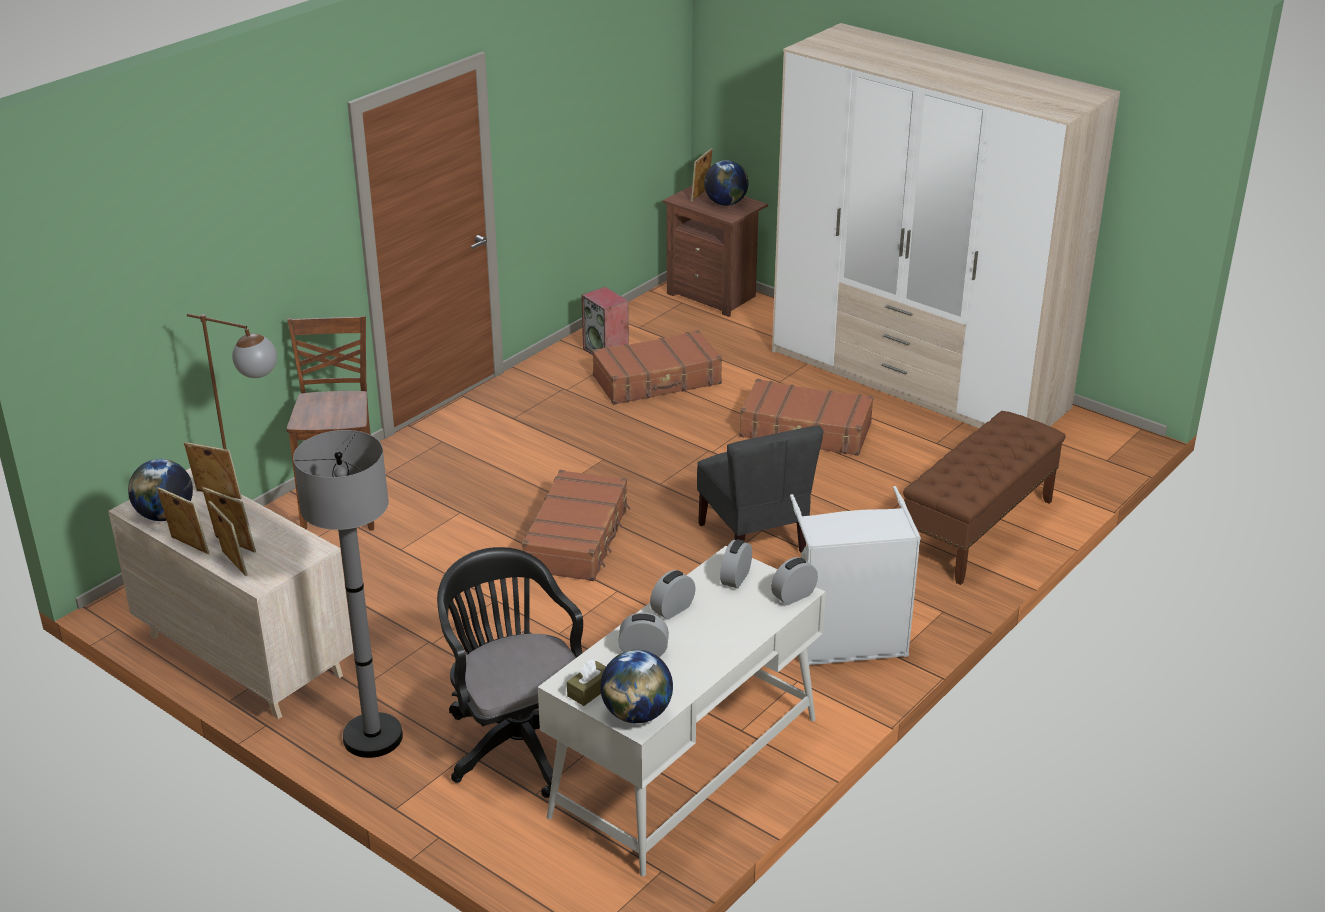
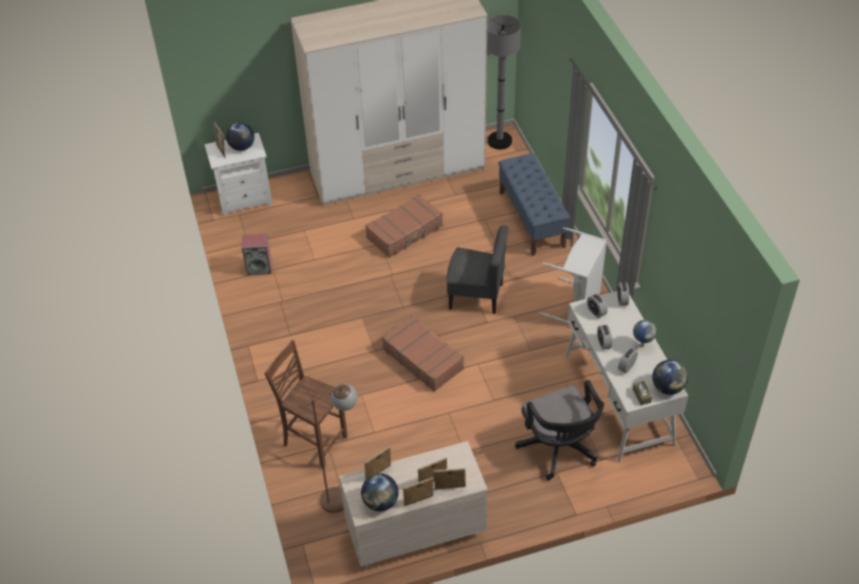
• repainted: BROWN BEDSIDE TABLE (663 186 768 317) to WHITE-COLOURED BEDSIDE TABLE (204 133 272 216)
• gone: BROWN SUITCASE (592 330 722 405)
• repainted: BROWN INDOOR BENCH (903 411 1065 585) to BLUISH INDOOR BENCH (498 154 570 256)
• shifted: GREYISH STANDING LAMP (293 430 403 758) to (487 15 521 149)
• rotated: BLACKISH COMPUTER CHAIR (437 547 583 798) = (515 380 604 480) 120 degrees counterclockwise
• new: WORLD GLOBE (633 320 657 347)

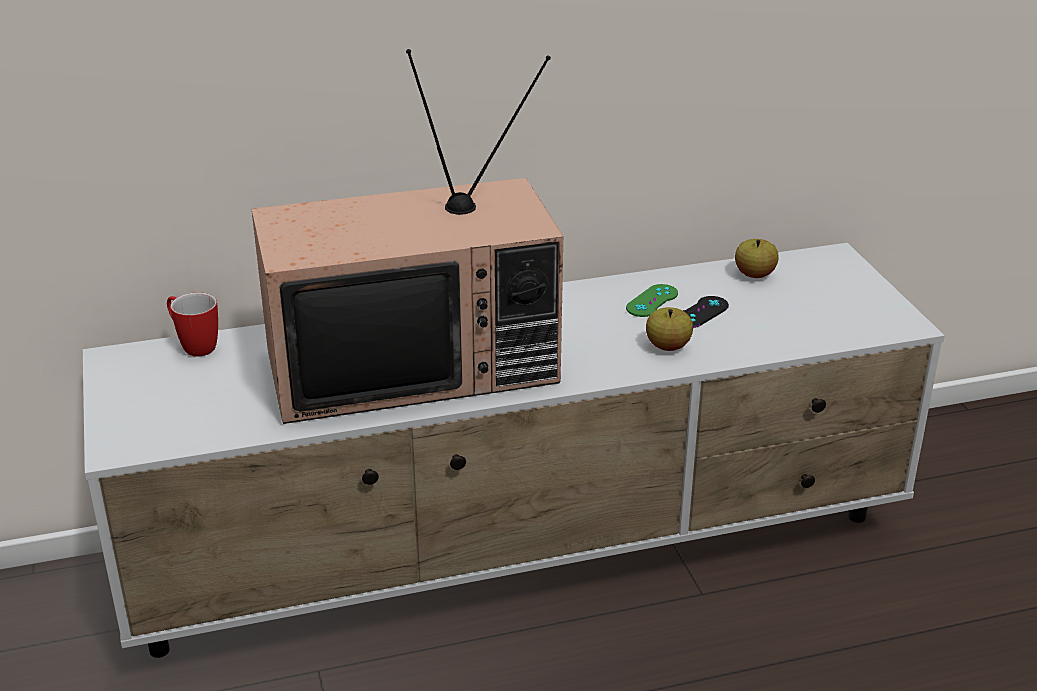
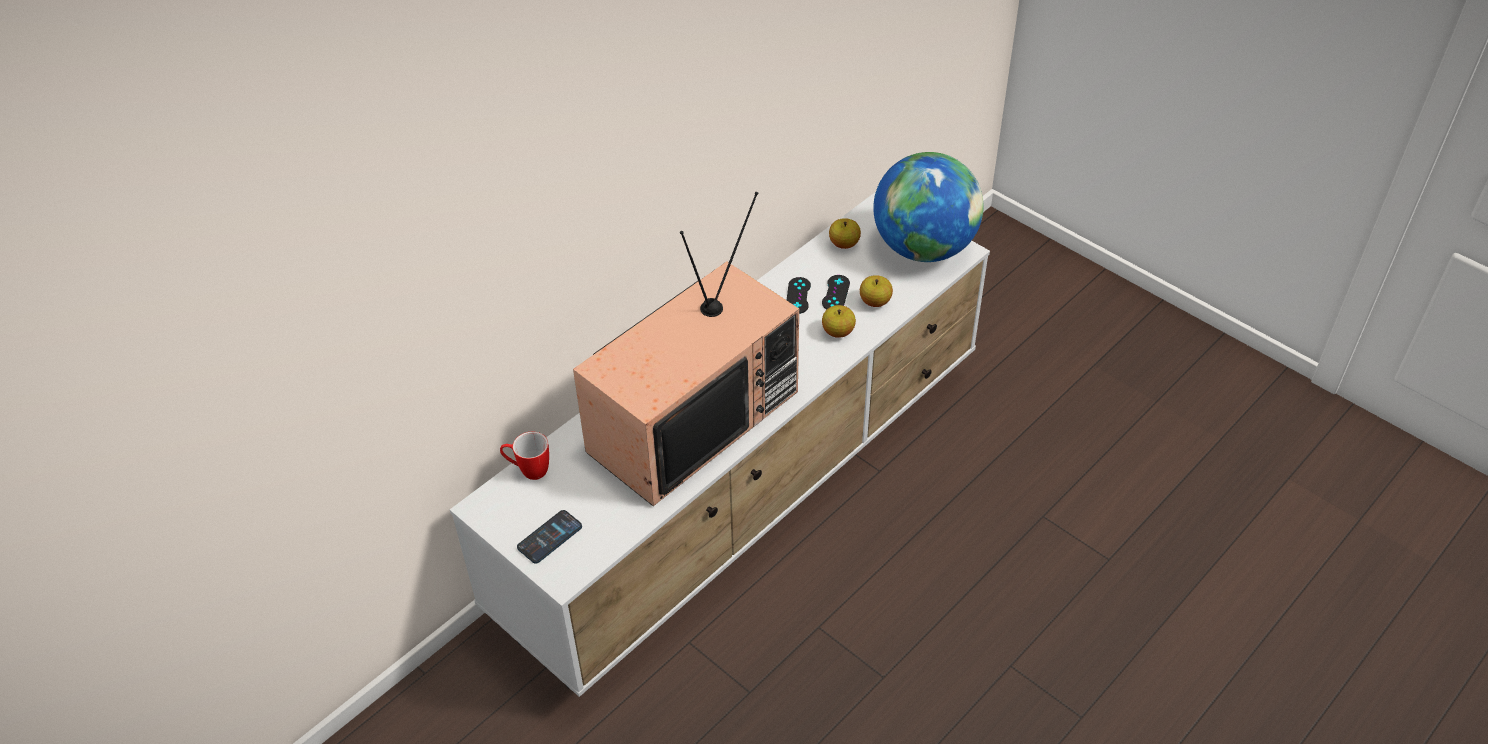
• repainted: GREEN GAMEPAD (626 284 678 317) to BLACKISH GAMEPAD (787 277 811 314)
• new: WORLD GLOBE (873 152 984 262)
• new: WHOLE APPLE (860 275 893 307)
• new: HANDSET (517 510 582 563)

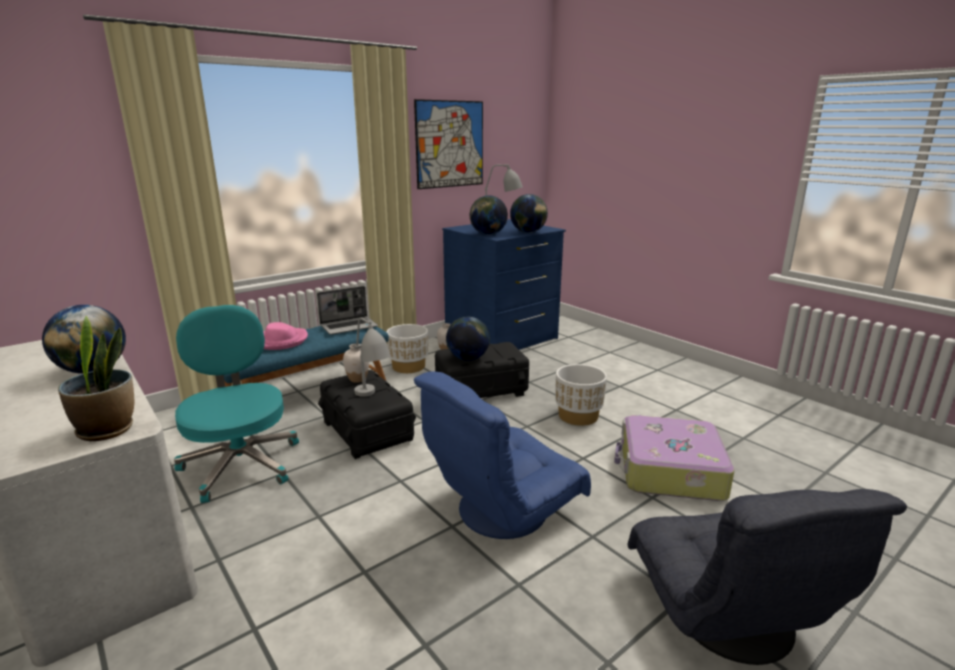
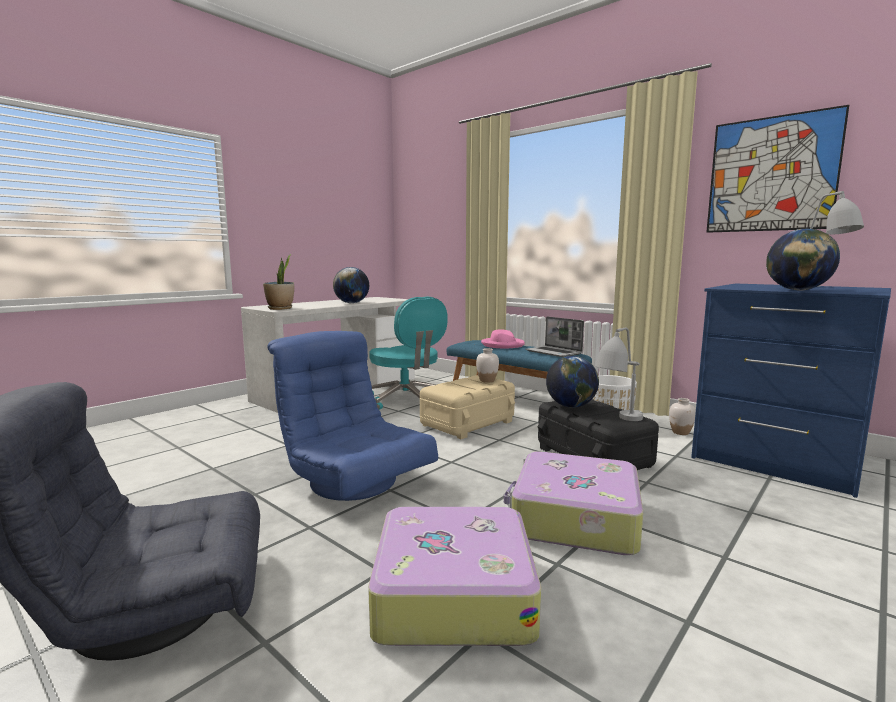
• gone: WORLD GLOBE (470 195 508 235)
• rotated: TURQUOISE COMPUTER CHAIR (174 305 299 503) = (369 297 448 410) 90 degrees clockwise
• shifted: GREYISH TABLE LAMP (354 318 390 397) to (595 327 643 421)
• swapped: WHITE-COLOURED FLOWER POT (555 364 607 426) to SUITCASE (504 451 643 555)
• repainted: BLACKISH STORAGE BIN (318 370 416 459) to SAND-COLOURED STORAGE BIN (420 375 515 439)

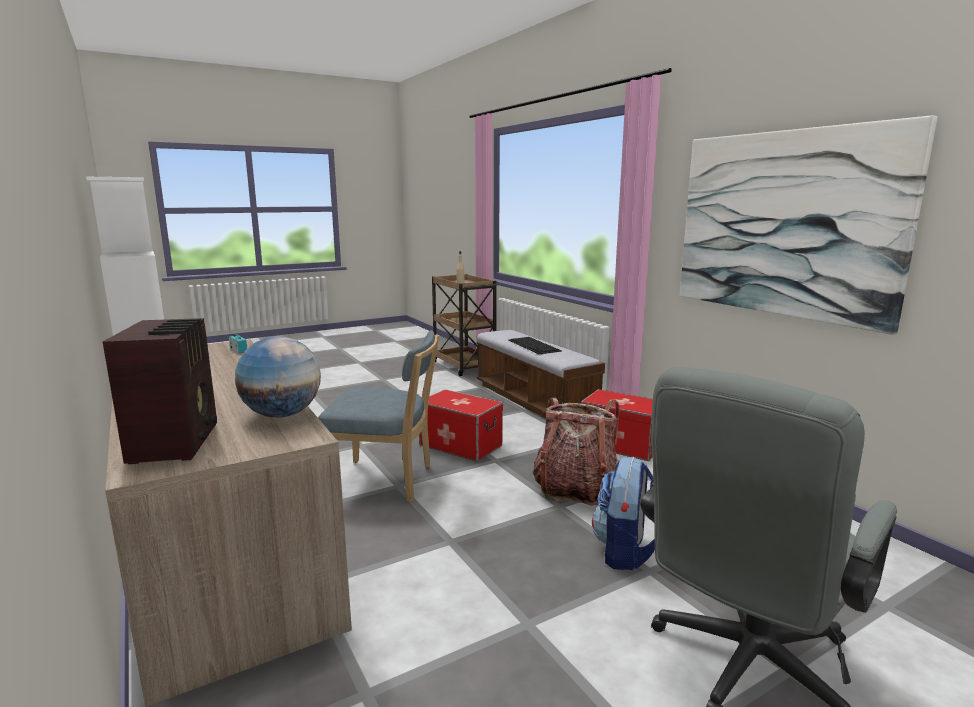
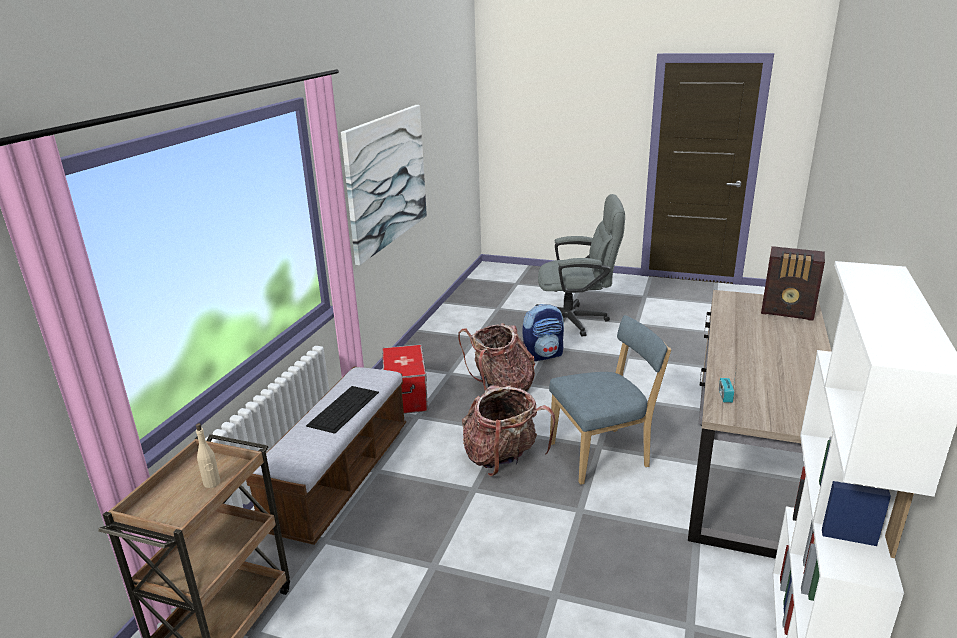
• rotated: RADIO (103 318 217 464) = (761 246 825 321) 105 degrees counterclockwise
• rotated: BLUISH CHAIR (318 330 439 502) = (549 315 671 485) 105 degrees clockwise
• gone: WORLD GLOBE (235 336 321 418)
• swapped: STORAGE BIN (419 389 503 462) to RUCKSACK (462 385 555 476)

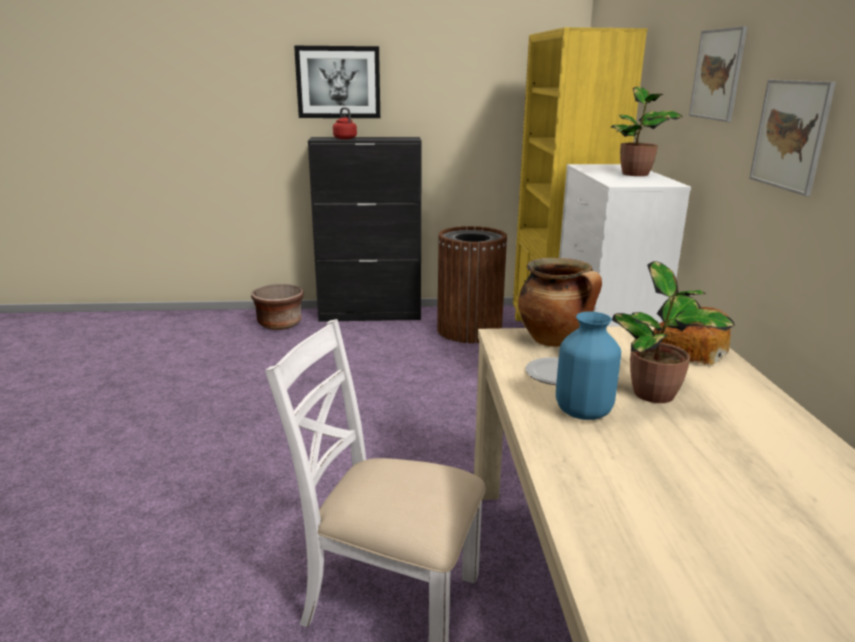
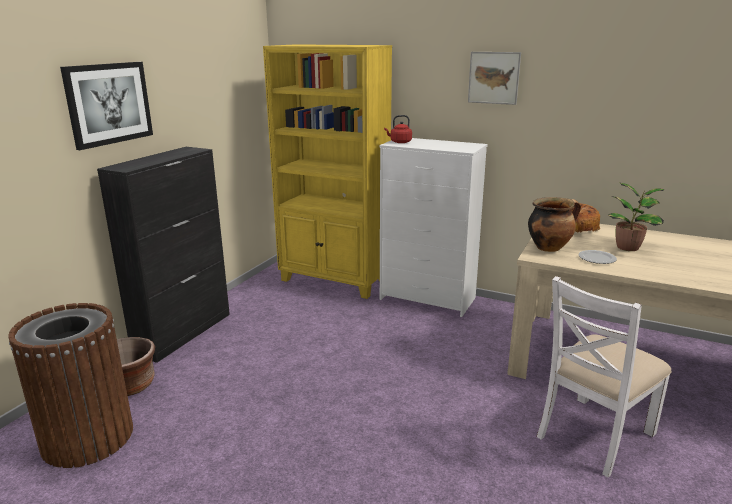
• gone: WALL PICTURE (749 80 836 196)
• gone: PLANT IN A POT (611 87 682 176)
• shifted: REDDISH KETTLE (333 107 357 139) to (384 115 412 143)
• shifted: BROWN WASTE BIN (437 226 507 343) to (8 303 133 468)
• gone: BLUISH DECORATIVE VASE (556 312 621 420)

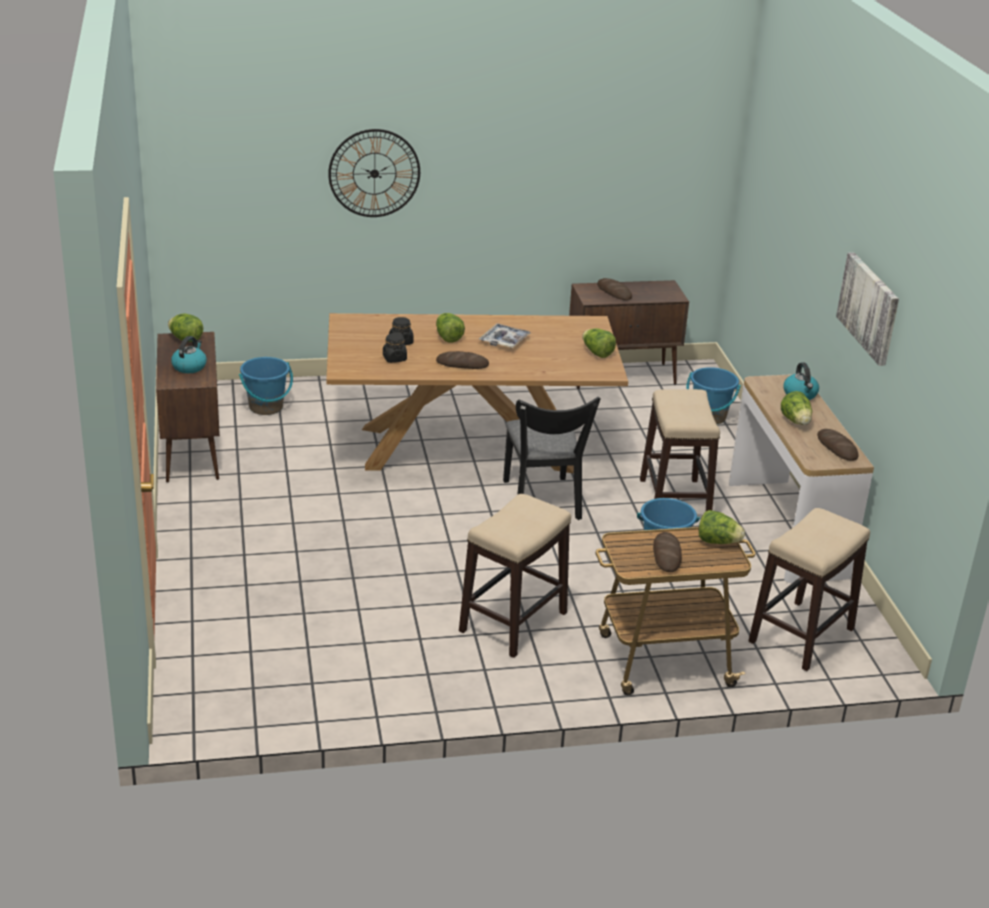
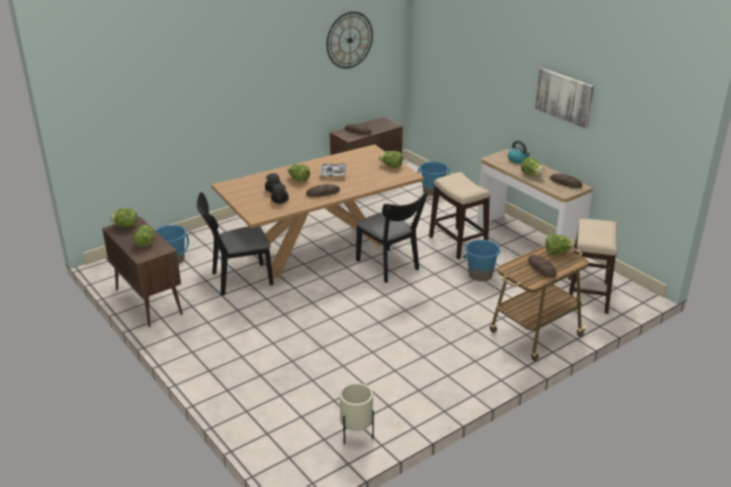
• shifted: HANGING CLOCK (328 129 420 217) to (327 12 373 68)
• swapped: KETTLE (171 336 207 373) to LETTUCE HEAD (133 225 154 247)
• gone: STOOL SEAT (459 494 571 658)
• new: BLACKISH CHAIR (197 192 274 296)
• new: SAND-COLOURED FLOWER POT (340 383 374 444)

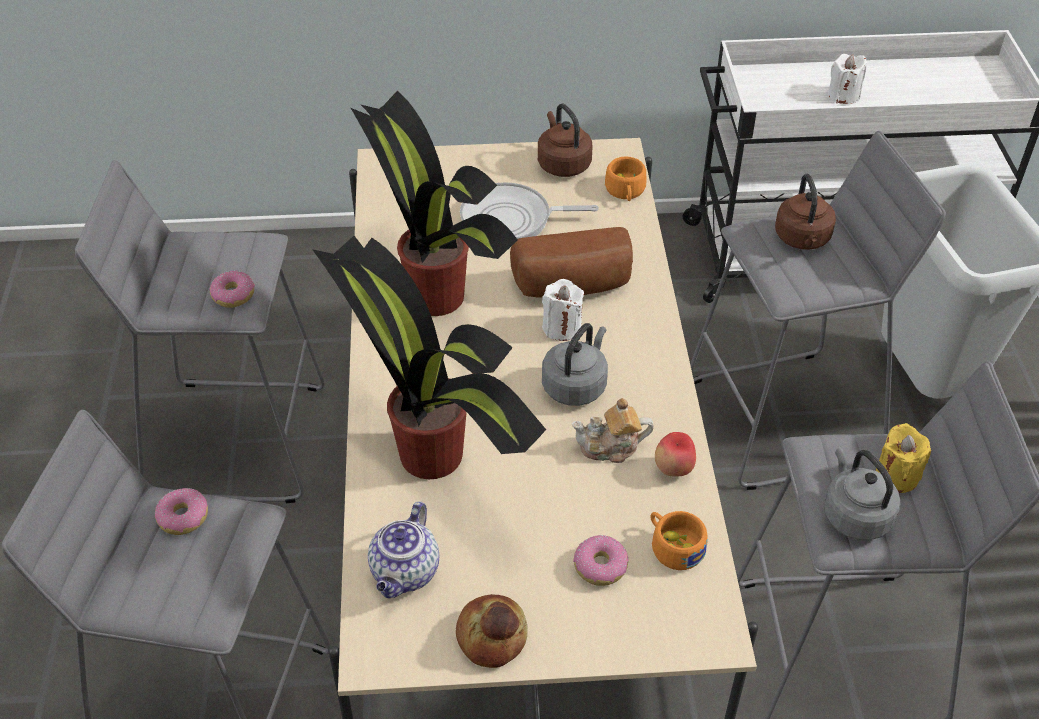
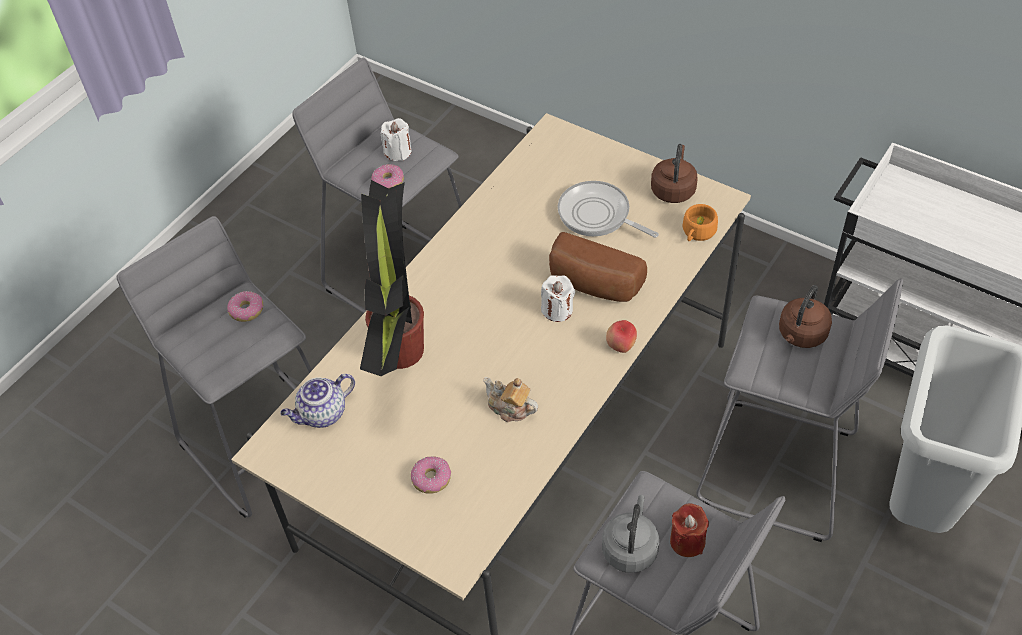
• shifted: WHITE-COLOURED CANDLE (828 54 867 104) to (381 118 412 161)
• gone: PLANT IN A POT (351 91 518 316)
• gone: GREYISH KETTLE (542 323 608 406)
• repainted: YELLOWISH CANDLE (876 423 931 493) to REDDISH CANDLE (670 503 709 557)
• shifted: WHOLE APPLE (655 432 696 477) to (606 320 637 353)
• gone: ORANGEY DRINKING CUP (650 511 707 570)
• gone: BAKED BREAD (456 594 528 668)

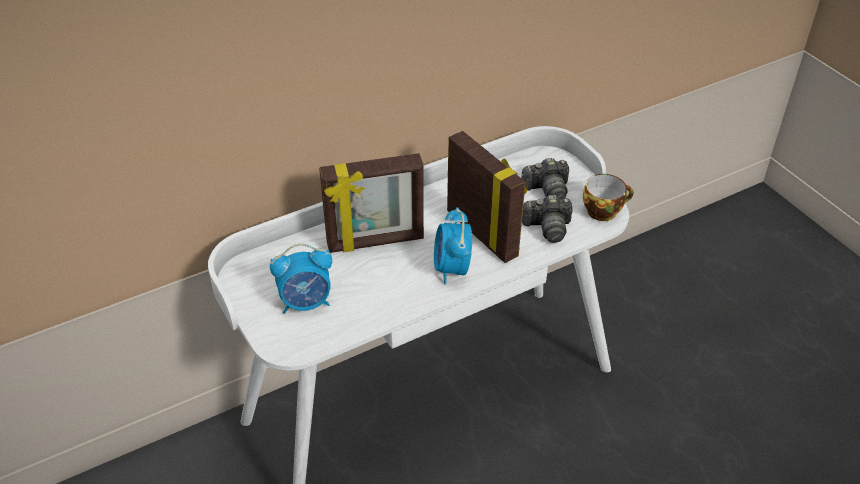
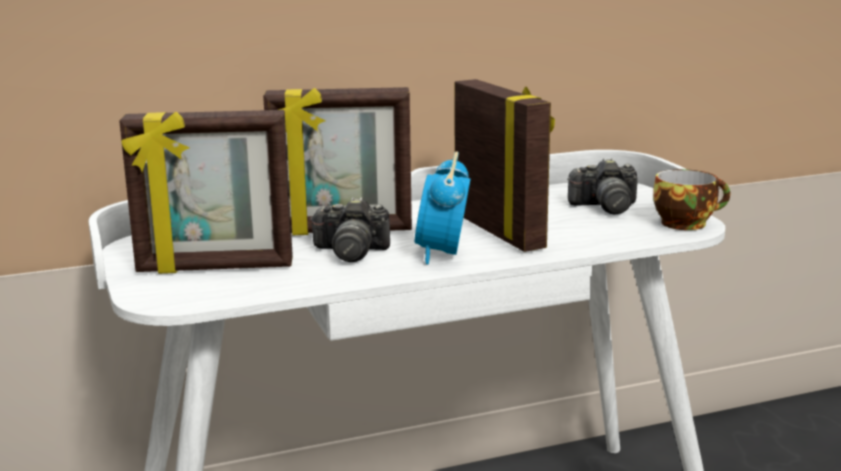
• shifted: PHOTO CAMERA (522 195 573 243) to (310 197 390 262)
• swapped: ALARM CLOCK (270 244 332 314) to PICTURE FRAME (119 110 293 274)

